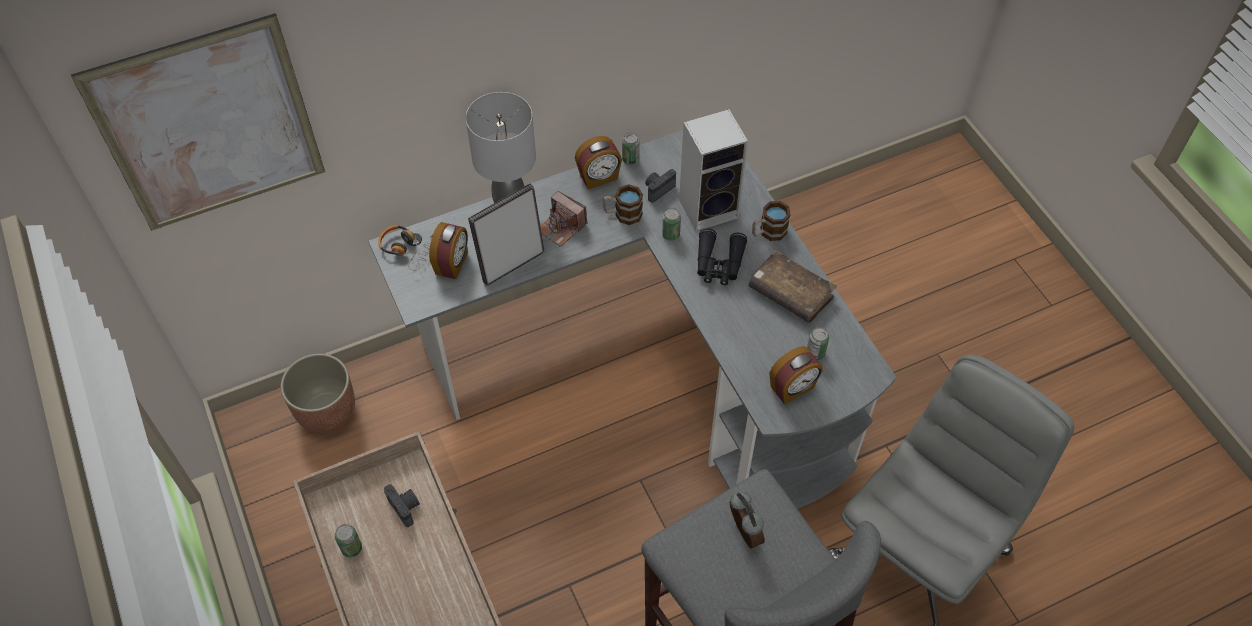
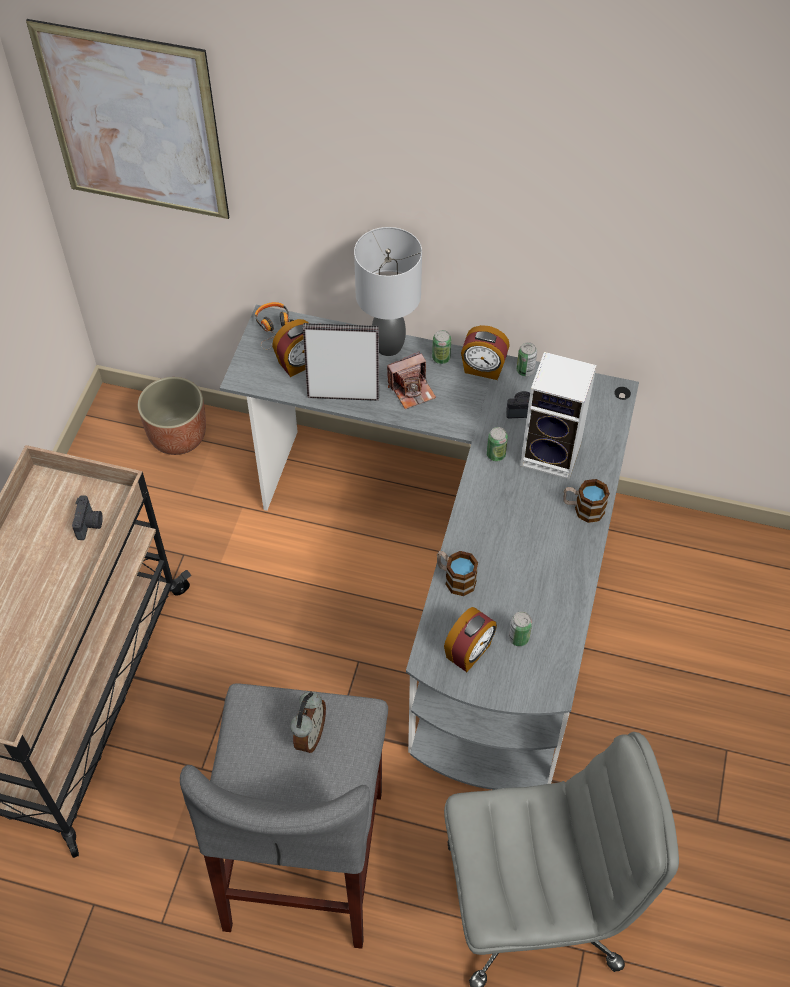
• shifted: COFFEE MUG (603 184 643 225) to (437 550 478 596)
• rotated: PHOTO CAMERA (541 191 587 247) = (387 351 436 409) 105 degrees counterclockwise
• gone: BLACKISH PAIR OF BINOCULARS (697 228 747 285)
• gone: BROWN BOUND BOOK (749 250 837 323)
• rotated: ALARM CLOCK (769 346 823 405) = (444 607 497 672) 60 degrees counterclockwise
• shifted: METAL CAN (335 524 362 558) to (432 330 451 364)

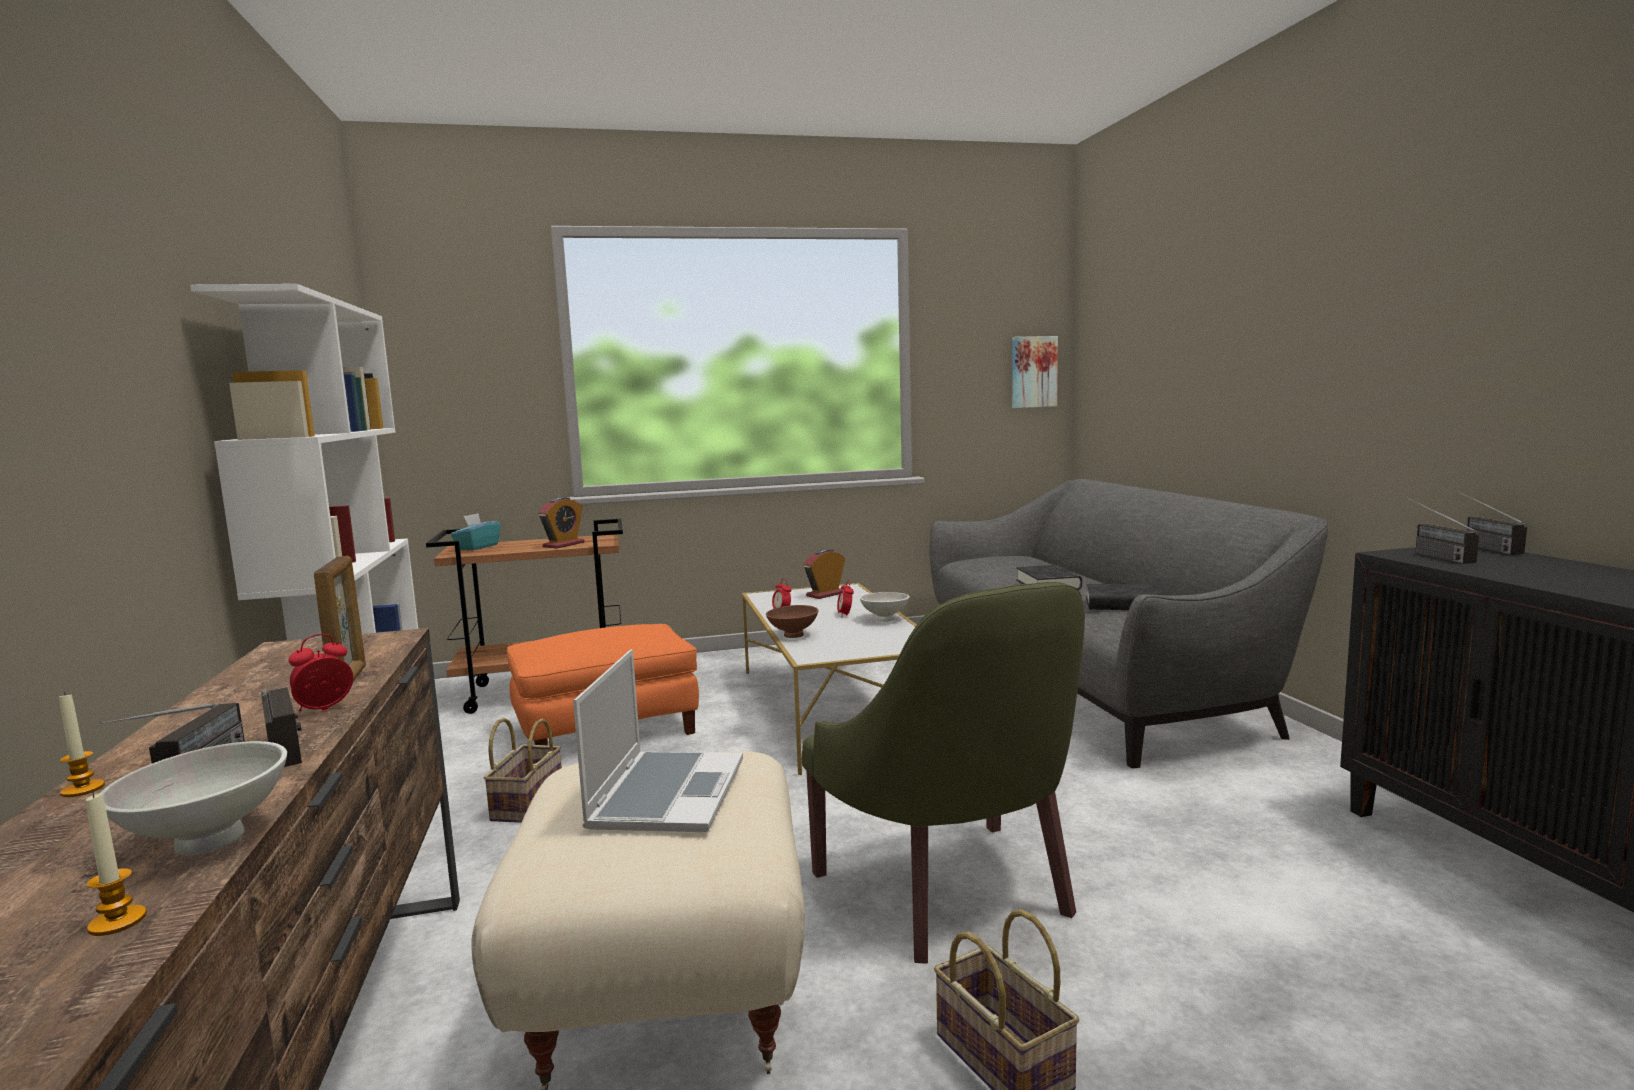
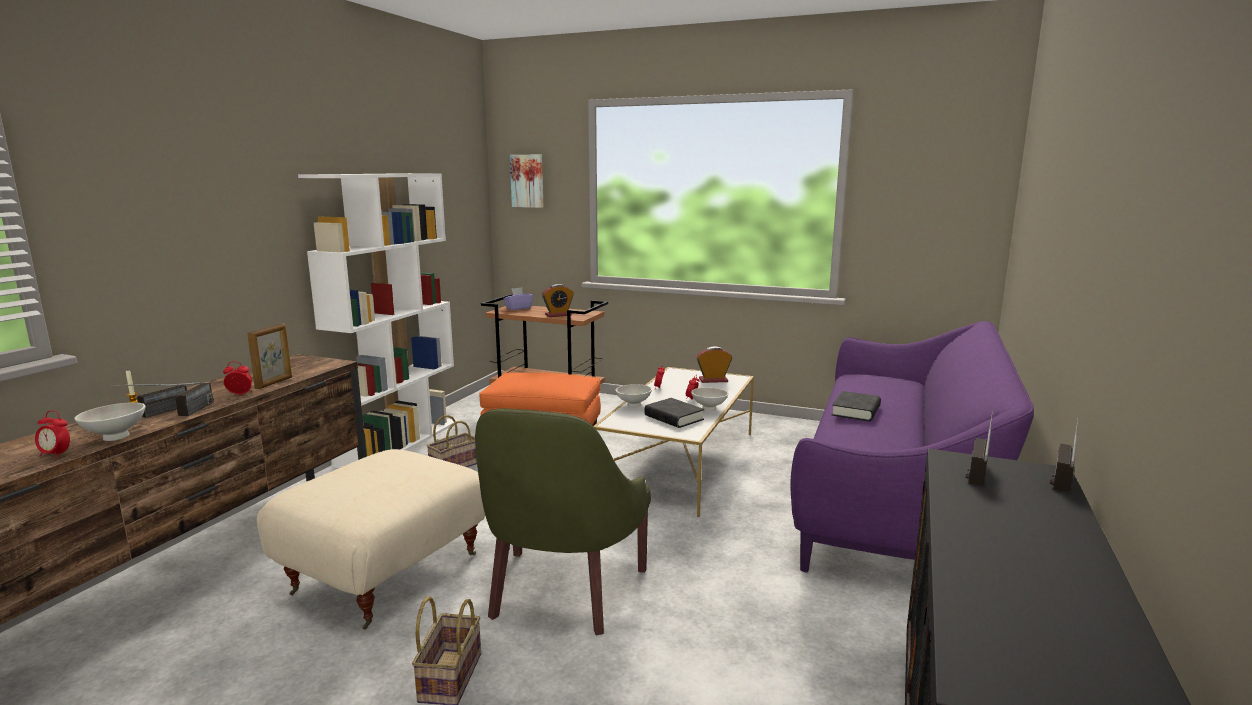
• shifted: WALL PICTURE (1012 336 1058 408) to (510 155 544 208)
• repainted: GREYISH COUCH (930 479 1328 768) to PURPLE-COLOURED COUCH (790 321 1034 572)
• repainted: TURQUOISE BOX OF TISSUES (451 513 501 550) to PURPLE-COLOURED BOX OF TISSUES (503 287 533 310)
• shifted: BLACKISH BOUND BOOK (1086 584 1158 610) to (645 398 704 428)
• repainted: BROWN SERVING BOWL (766 605 819 638) to WHITE-COLOURED SERVING BOWL (616 384 652 408)
• gone: NOTEBOOK COMPUTER (573 649 743 832)
• swapped: CANDLE (86 792 147 936) to ALARM CLOCK (35 411 70 458)

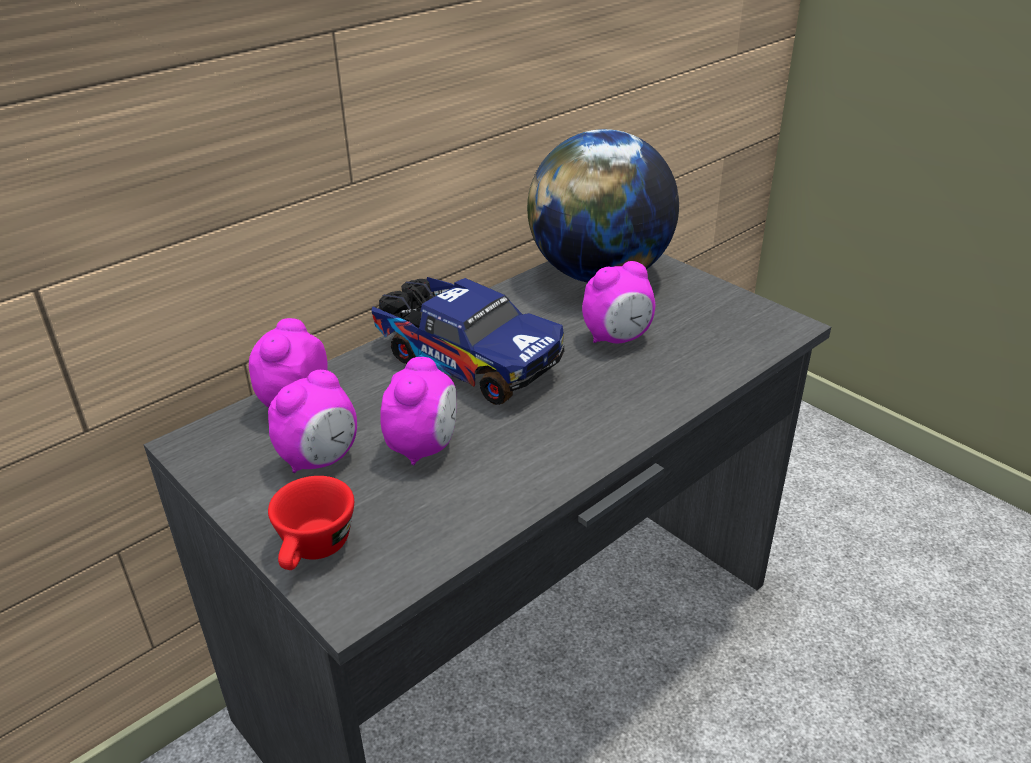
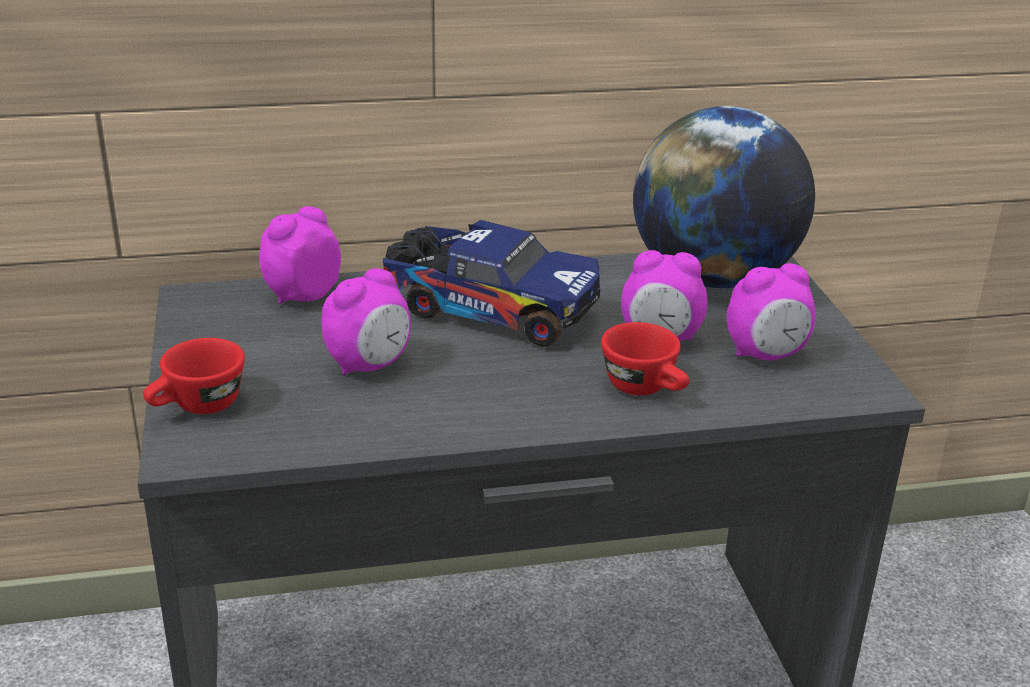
• rotated: TOY LORRY (372 277 564 405) = (382 220 600 347) 45 degrees counterclockwise
• shifted: ALARM CLOCK (268 370 357 473) to (727 263 816 360)
• new: REDDISH DRINKING CUP (601 322 689 395)

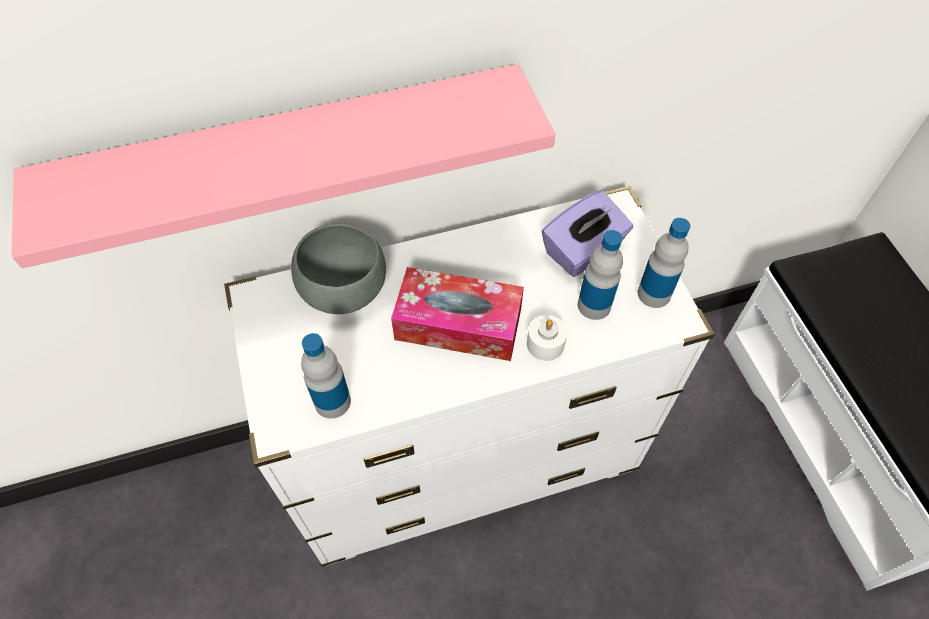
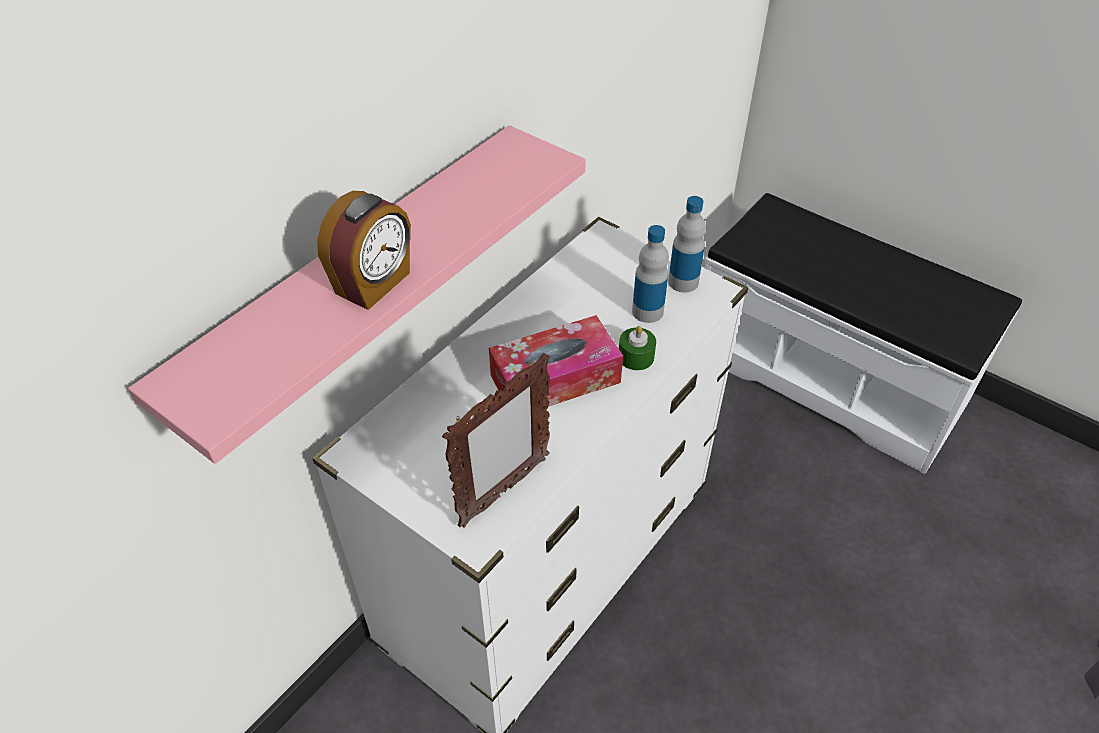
• gone: PURPLE-COLOURED BOX OF TISSUES (542 190 633 277)
• gone: GREYISH SERVING BOWL (291 223 386 314)
• repainted: WHITE-COLOURED CANDLE (527 315 567 361) to GREEN CANDLE (619 326 656 370)
• swapped: BOTTLE (301 333 351 419) to PICTURE FRAME (442 353 550 528)
• new: ALARM CLOCK (317 191 411 310)

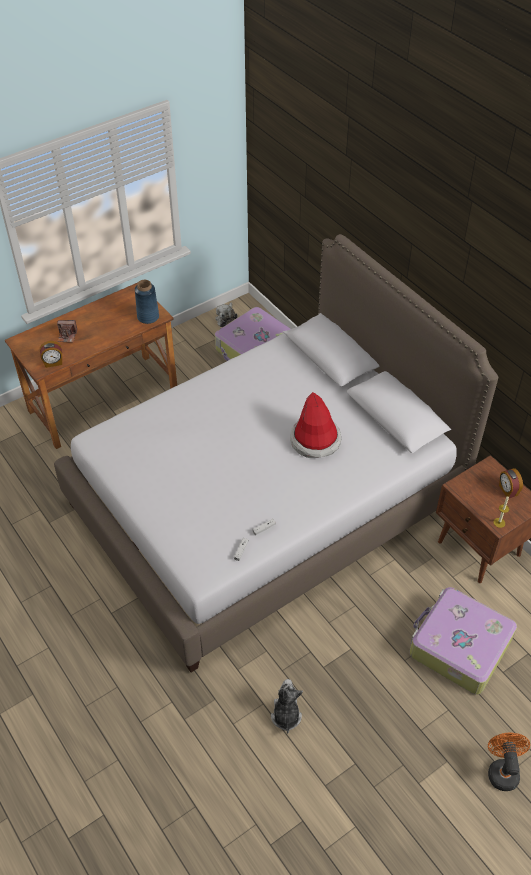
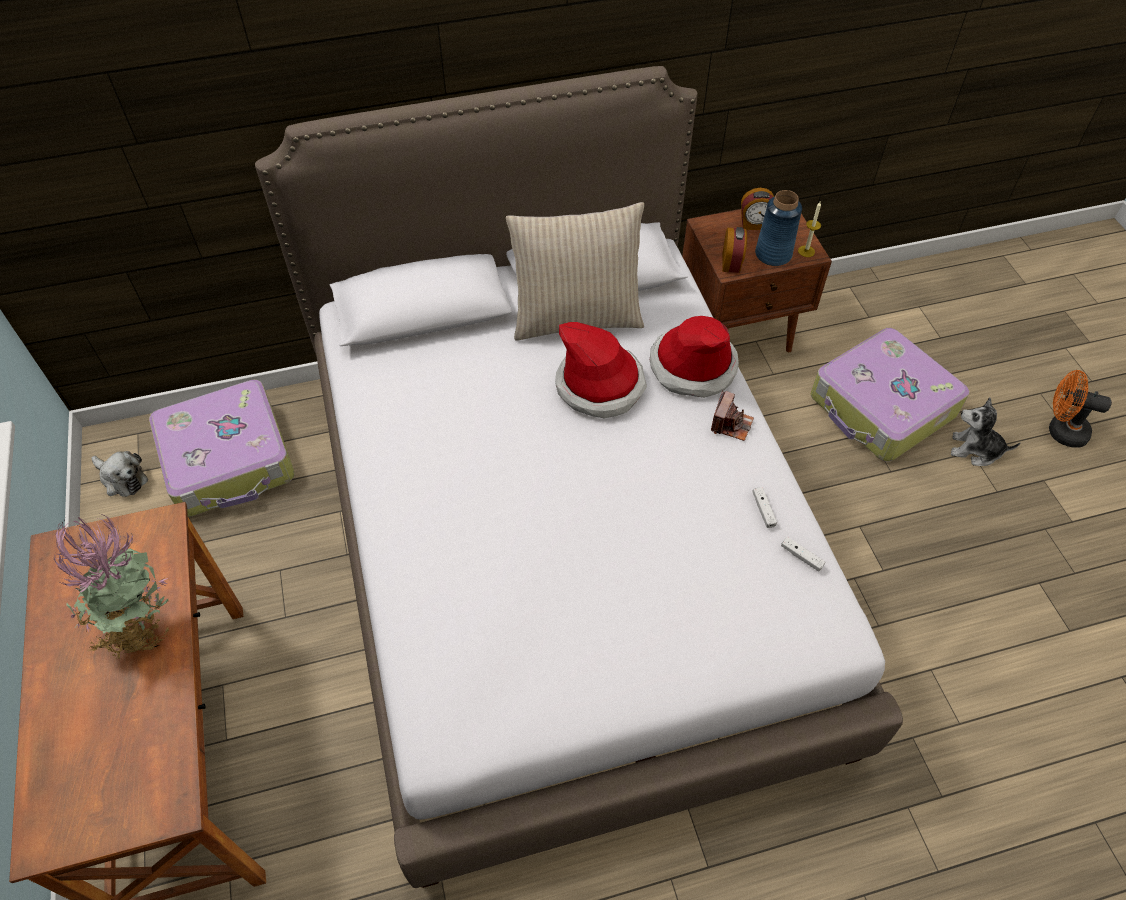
• shifted: BLUISH DECORATIVE VASE (135 280 159 324) to (755 190 802 266)
• shifted: PHOTO CAMERA (57 320 77 343) to (711 391 754 441)
• shifted: ALARM CLOCK (40 341 62 368) to (722 227 747 273)
• shifted: PLUSH TOY (271 679 303 733) to (951 397 1020 466)
• new: SAND-COLOURED THROW PILLOW (506 202 644 340)
• new: HAT (650 316 739 398)
• new: PLANT IN A POT (54 515 170 660)

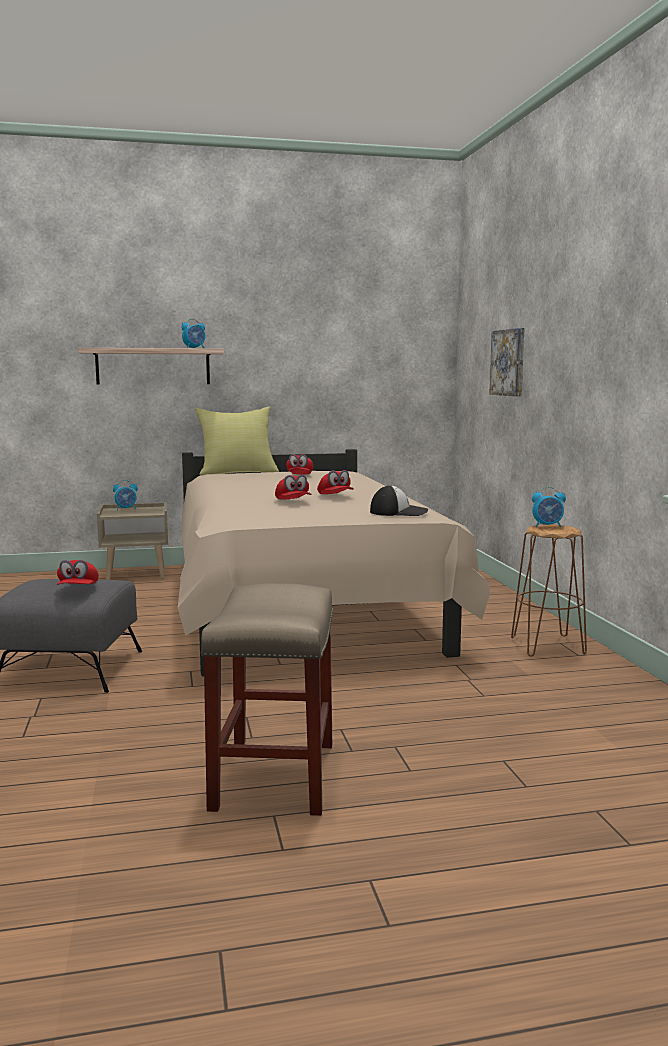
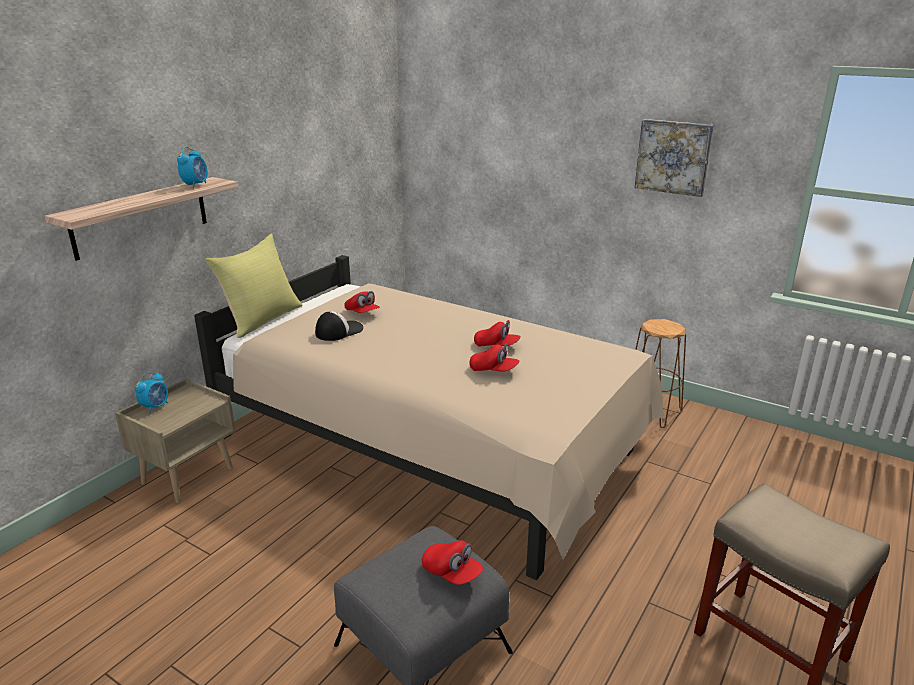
• shifted: WALL PICTURE (489 328 524 396) to (635 119 714 197)
• shifted: BASEBALL CAP (370 485 428 516) to (315 311 363 341)
• gone: ALARM CLOCK (532 486 566 527)

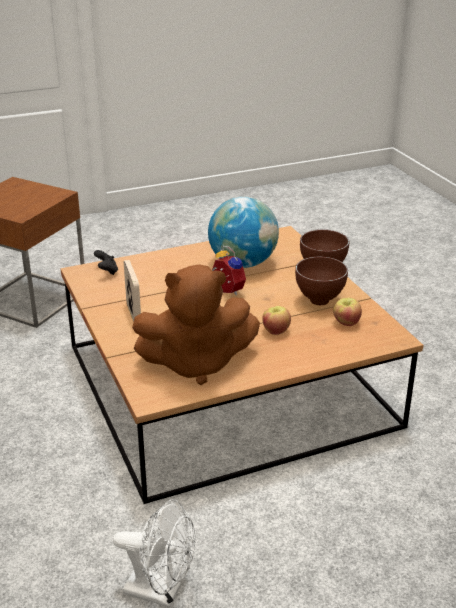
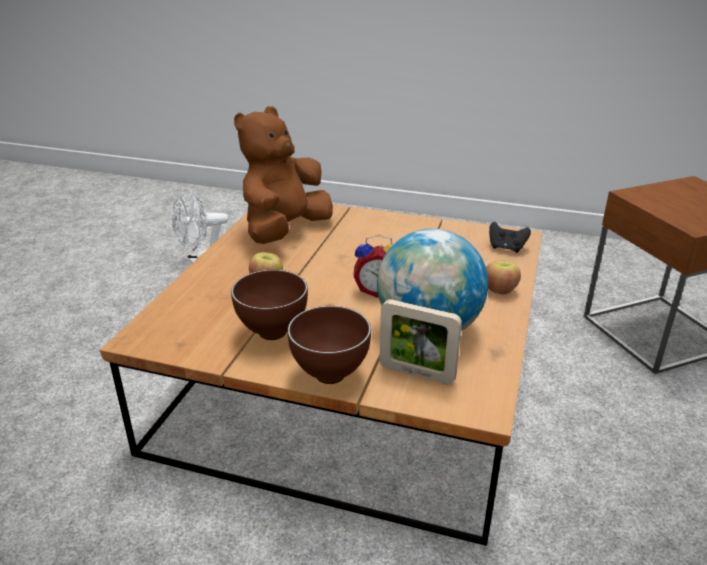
• shifted: PICTURE FRAME (124 260 141 322) to (380 299 462 384)
• shifted: WHOLE APPLE (333 297 362 326) to (486 260 521 295)

